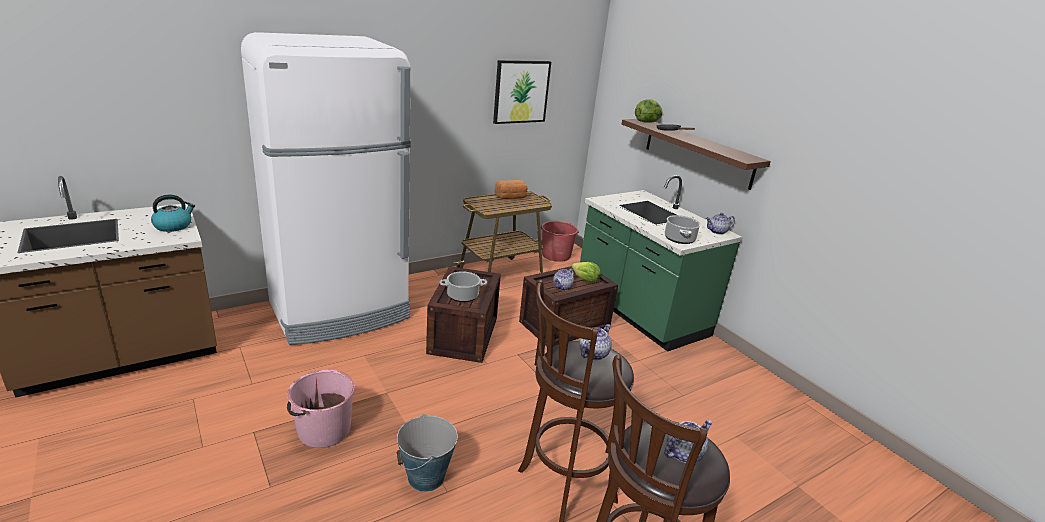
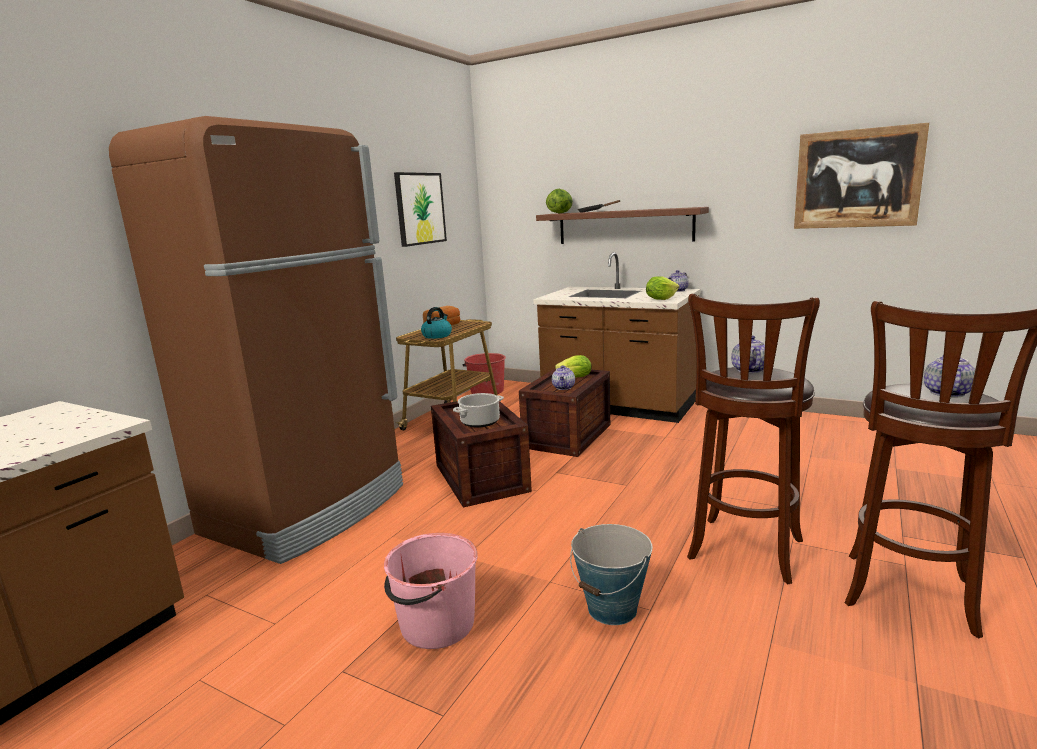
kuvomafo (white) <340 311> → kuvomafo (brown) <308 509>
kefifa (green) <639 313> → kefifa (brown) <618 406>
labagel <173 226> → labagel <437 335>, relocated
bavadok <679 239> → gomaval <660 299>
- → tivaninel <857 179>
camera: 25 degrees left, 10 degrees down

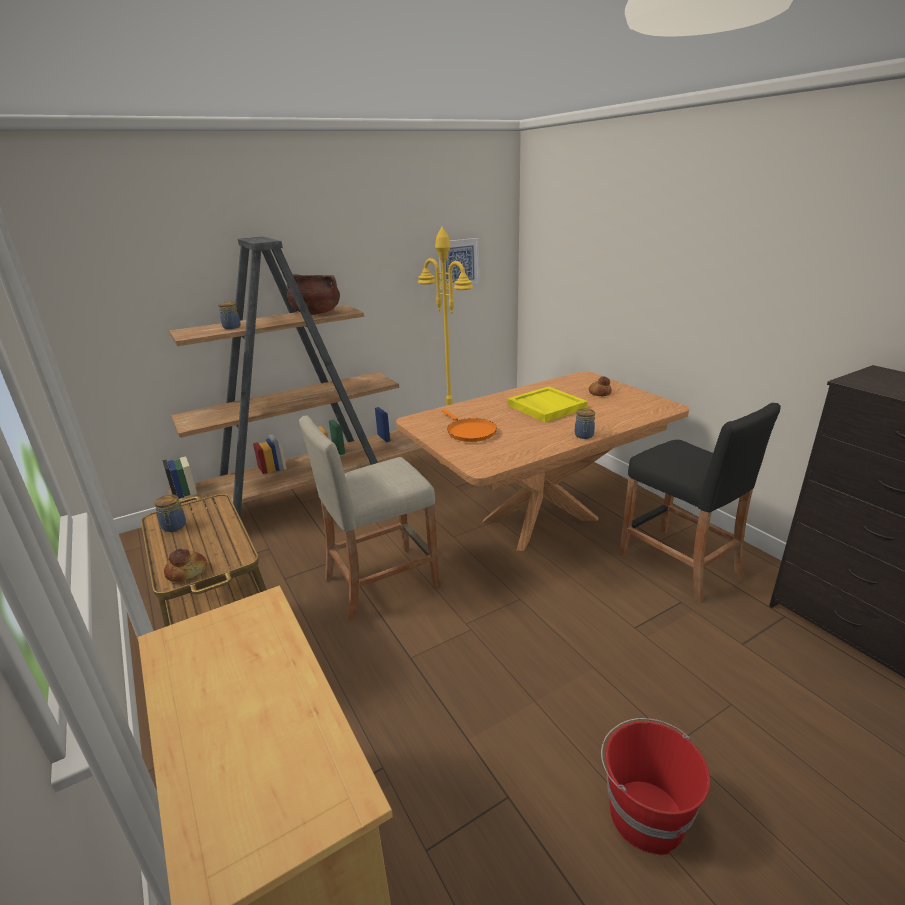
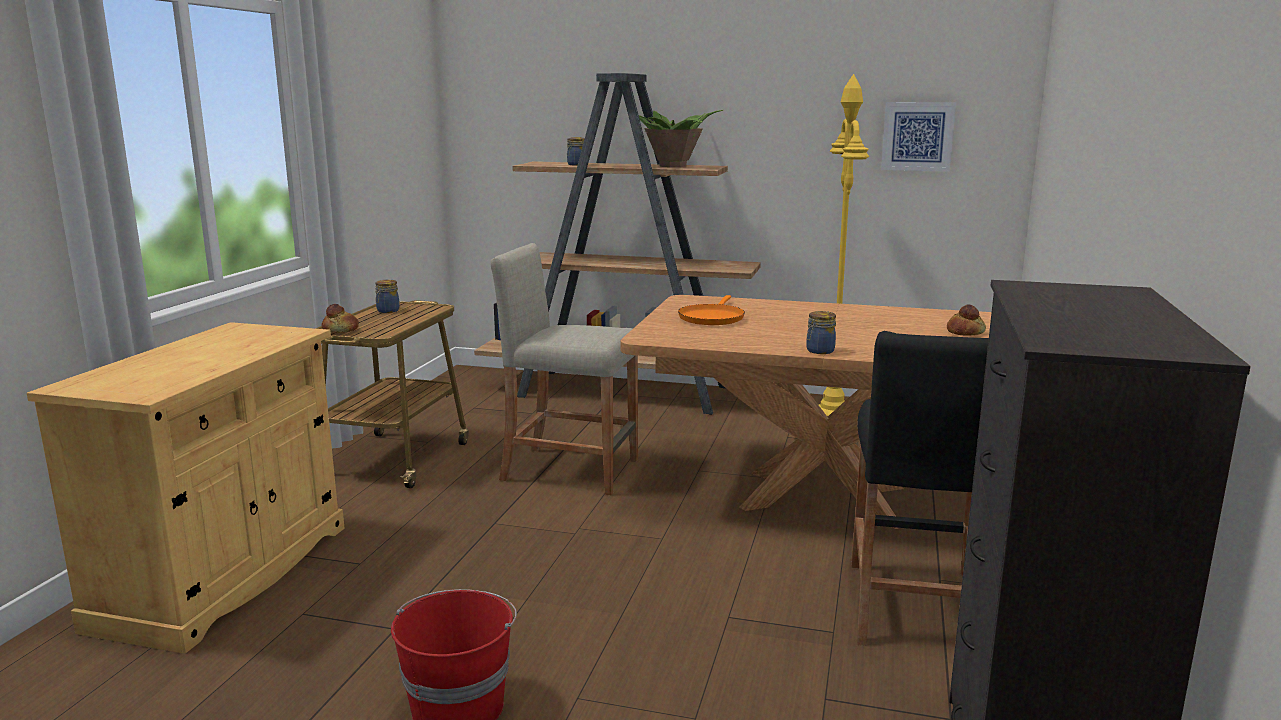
bavadok (brown) <315 313> → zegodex <673 166>
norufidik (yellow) <545 407> → -
camera: 45 degrees right, 10 degrees down

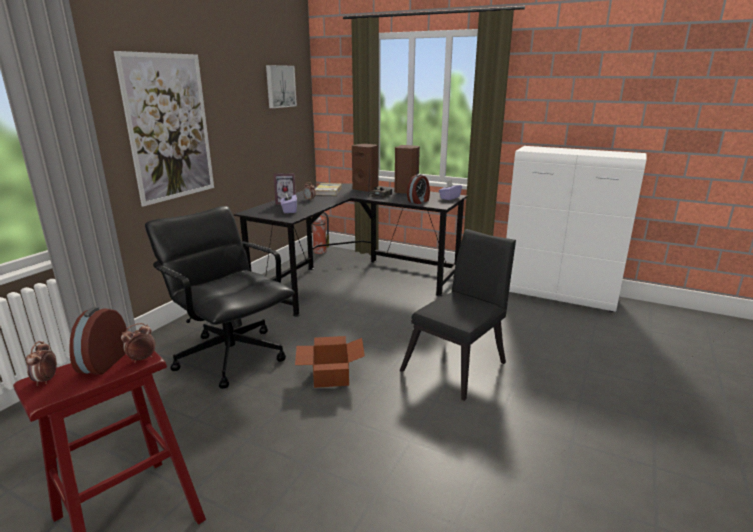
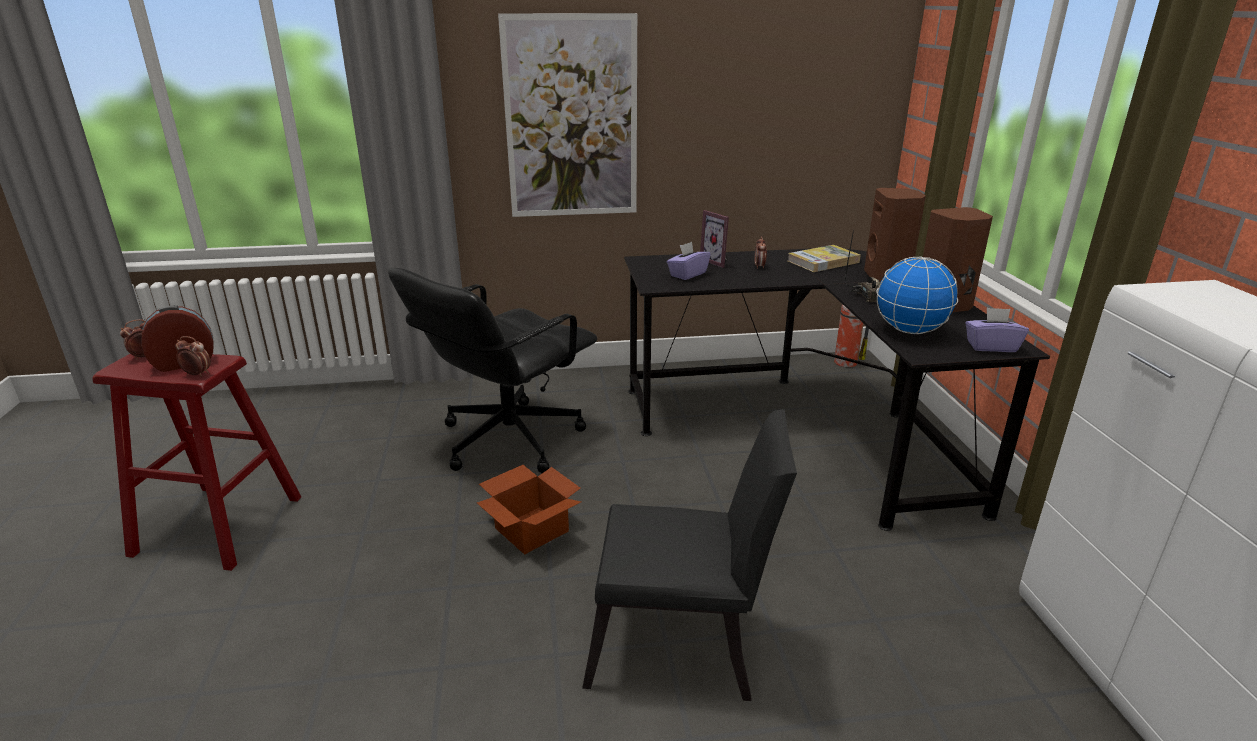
tivaninel <280 86> → -
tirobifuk <419 201> → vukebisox <910 330>
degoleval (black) <231 355> → degoleval (black) <508 439>, 150 degrees counterclockwise
camera: 55 degrees right, 5 degrees up

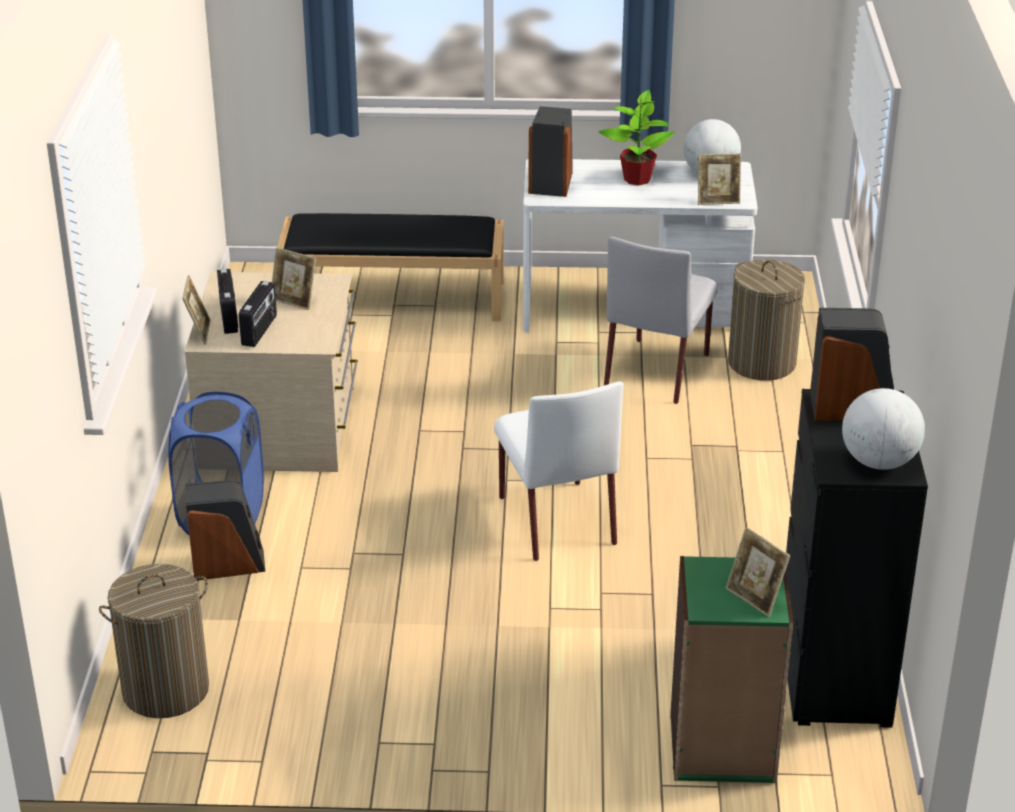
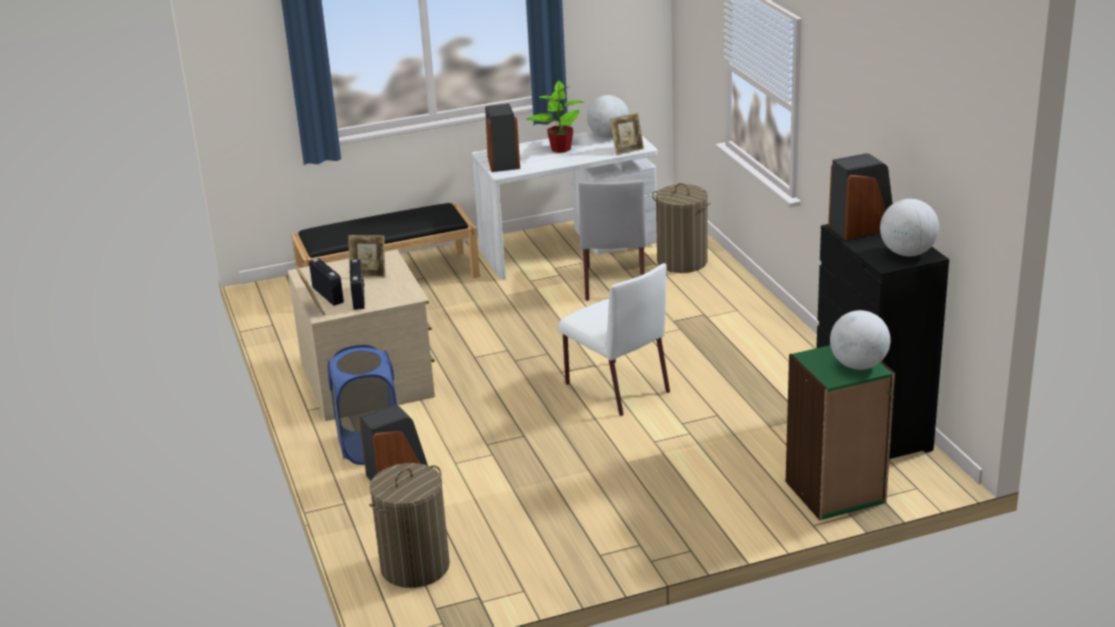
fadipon <755 598> → vukebisox <858 365>
camera: 20 degrees left, 5 degrees down

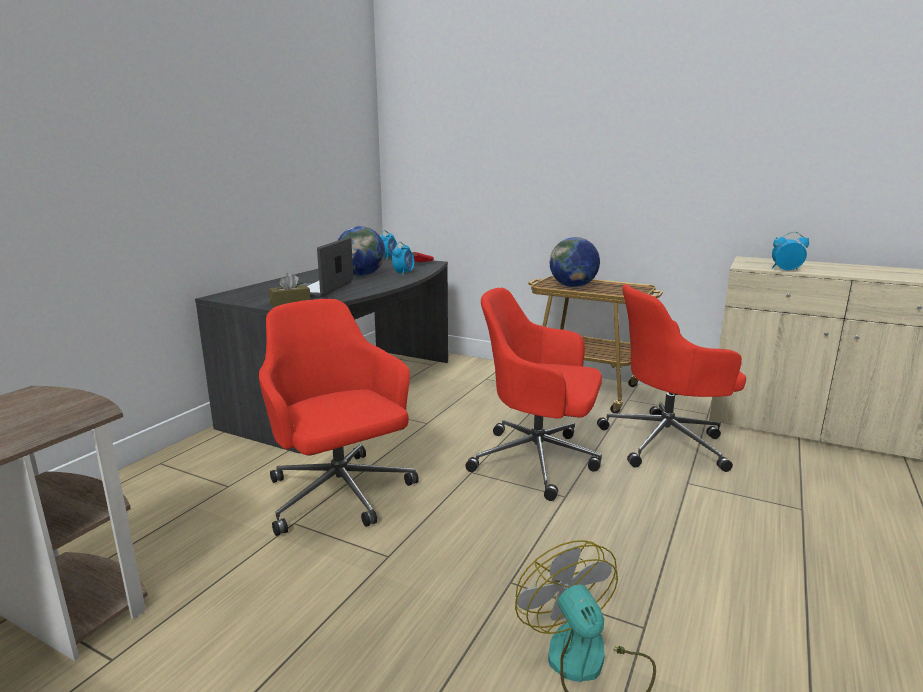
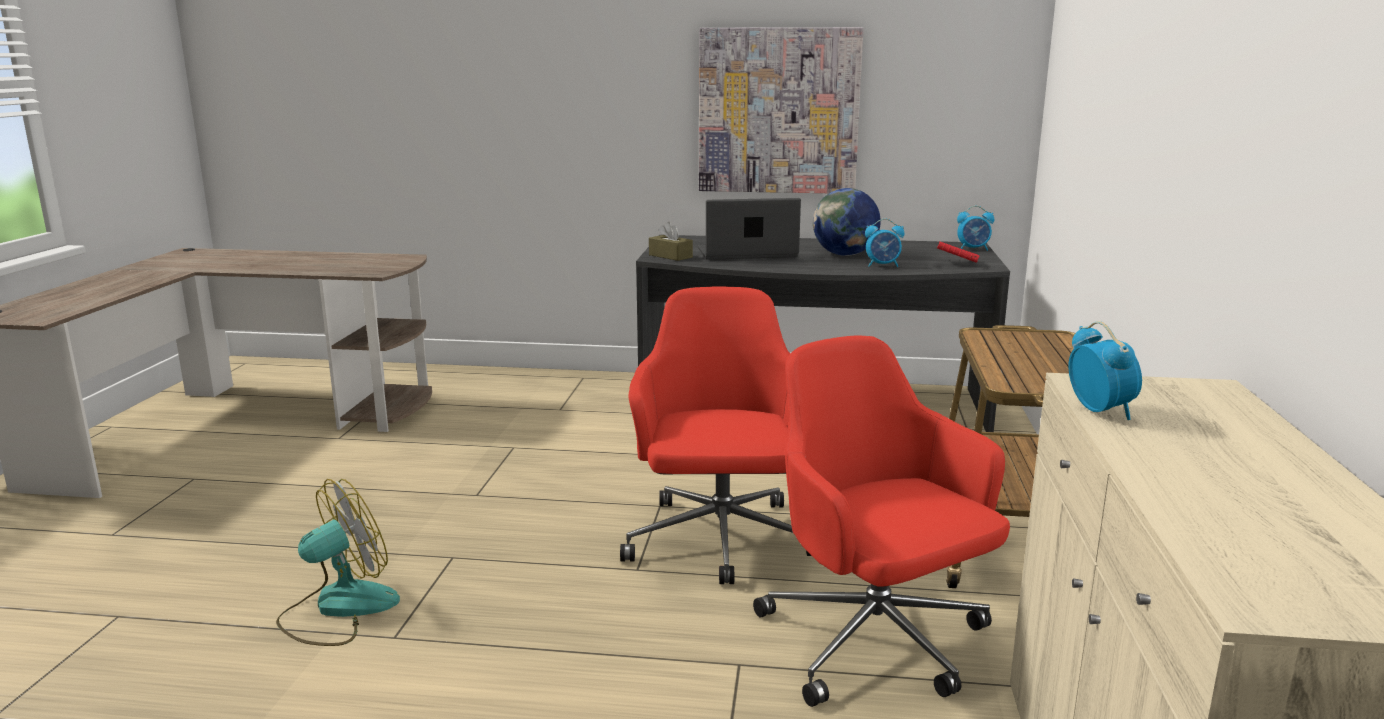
vukebisox <573 286> → -
degoleval (red) <340 495> → -
- → tivaninel <778 111>
camera: 70 degrees right, 0 degrees up

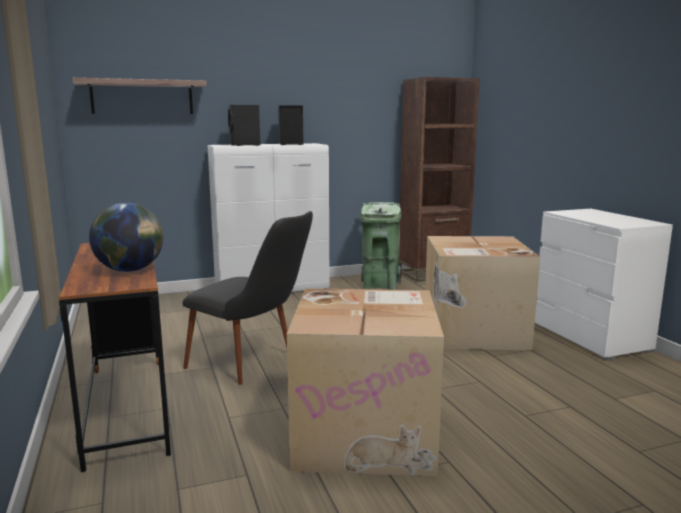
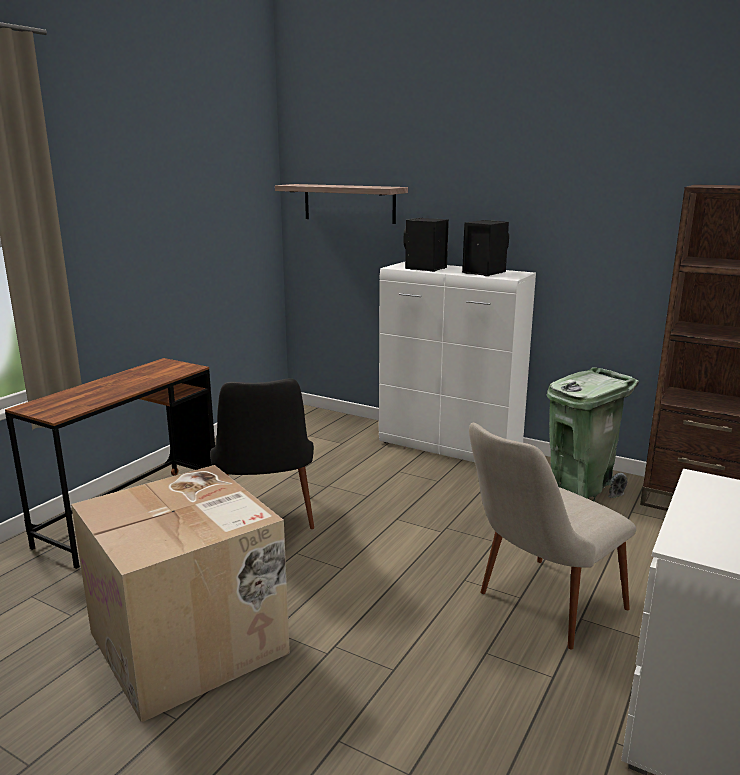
vukebisox <130 270> → -
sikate <472 332> → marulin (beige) <537 610>
camera: 50 degrees right, 5 degrees up

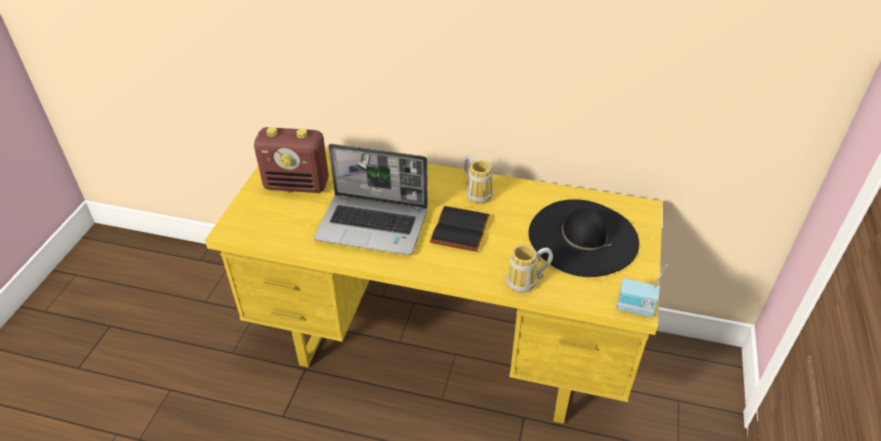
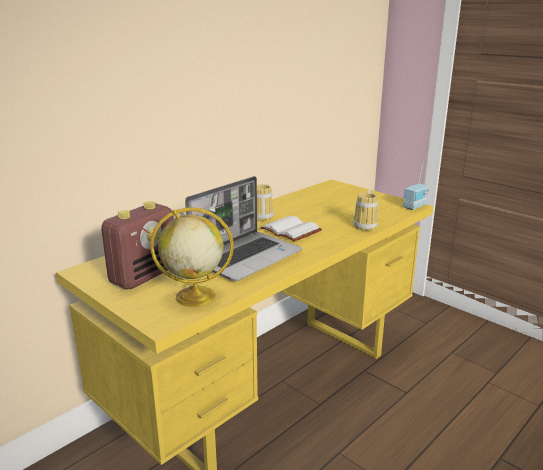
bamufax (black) <583 237> → -
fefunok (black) <461 230> → fefunok (white) <292 230>
- → vukebisox <194 297>
camera: 60 degrees left, 20 degrees down

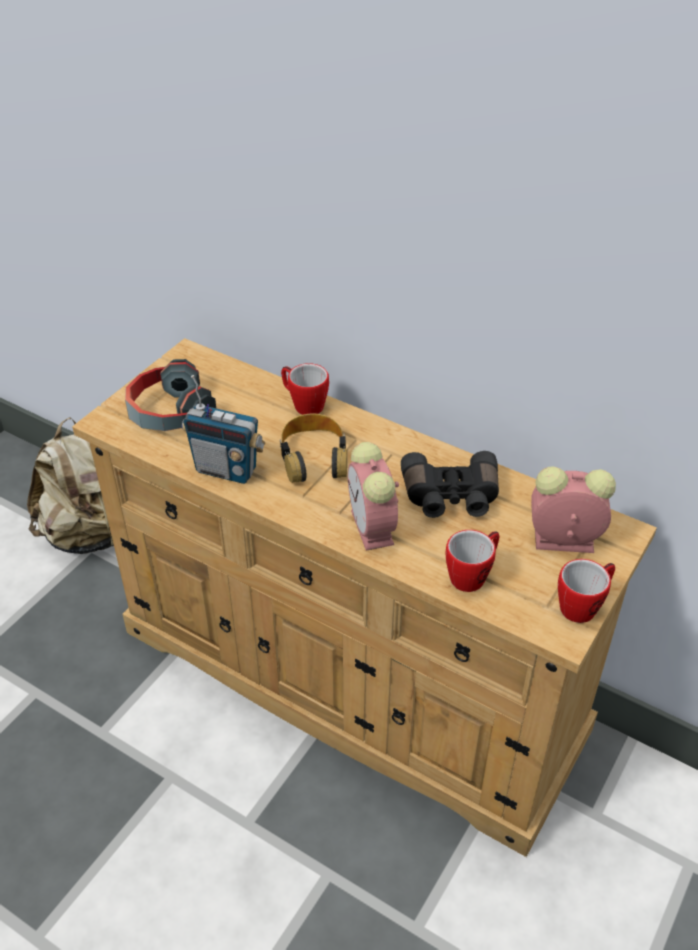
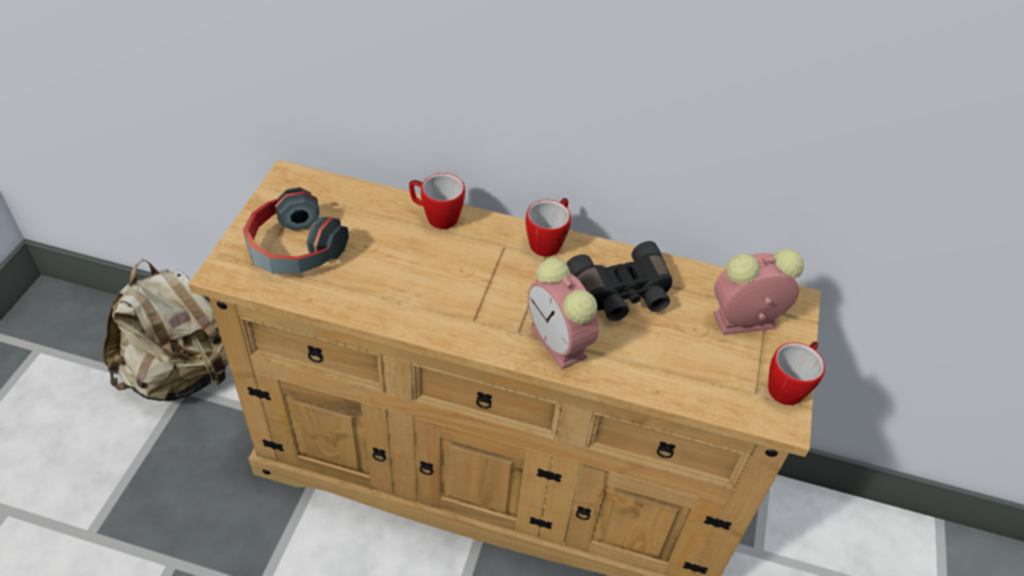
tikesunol <226 470> → -
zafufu <314 457> → -
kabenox <472 575> → kabenox <548 241>, relocated
camera: 20 degrees left, 5 degrees up

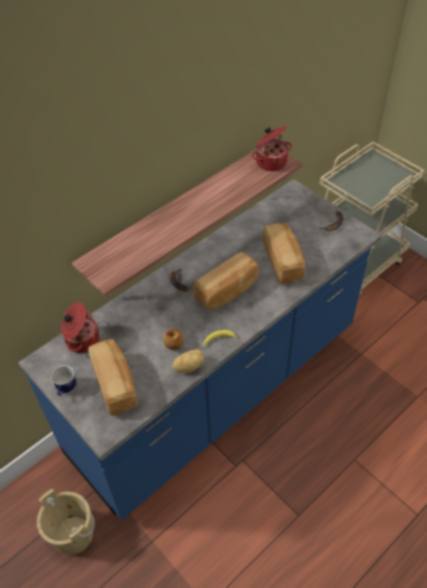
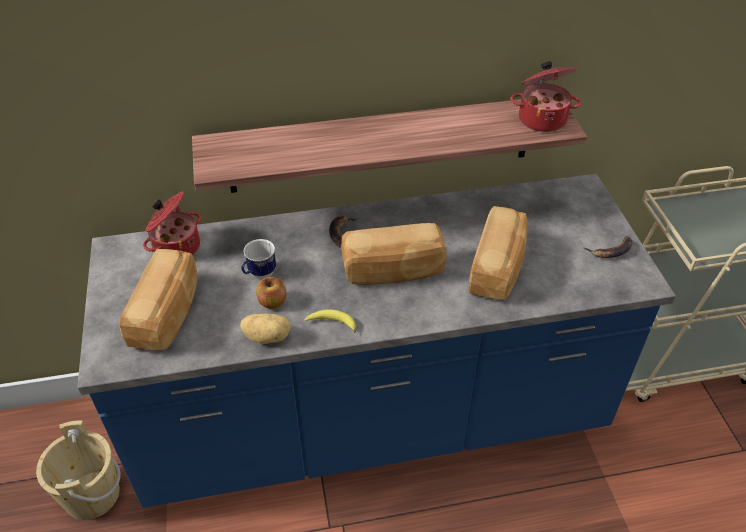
kabenox <66 390> → kabenox <259 274>, relocated
camera: 30 degrees right, 5 degrees down

